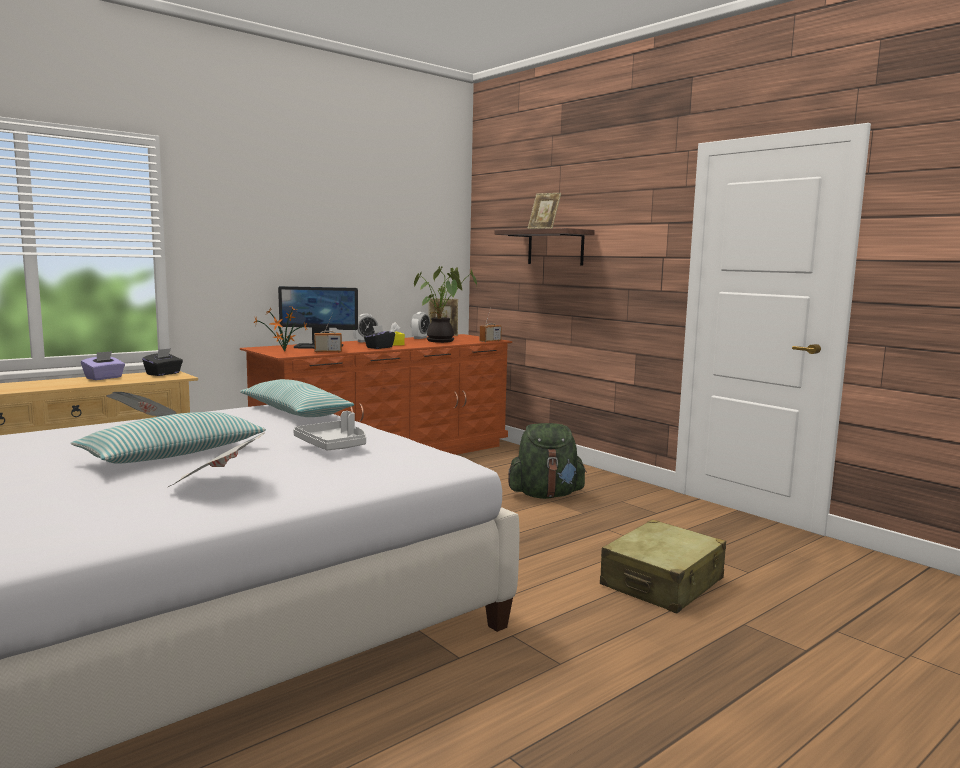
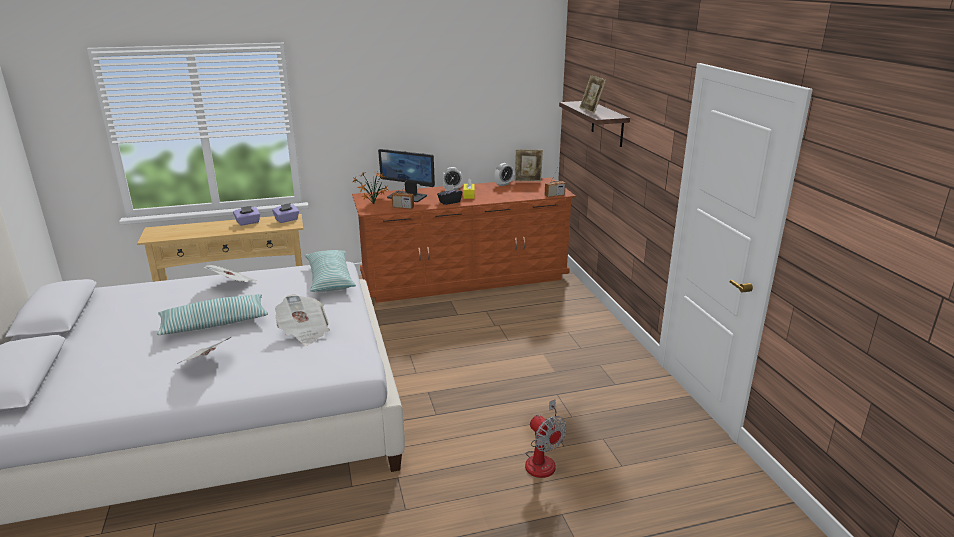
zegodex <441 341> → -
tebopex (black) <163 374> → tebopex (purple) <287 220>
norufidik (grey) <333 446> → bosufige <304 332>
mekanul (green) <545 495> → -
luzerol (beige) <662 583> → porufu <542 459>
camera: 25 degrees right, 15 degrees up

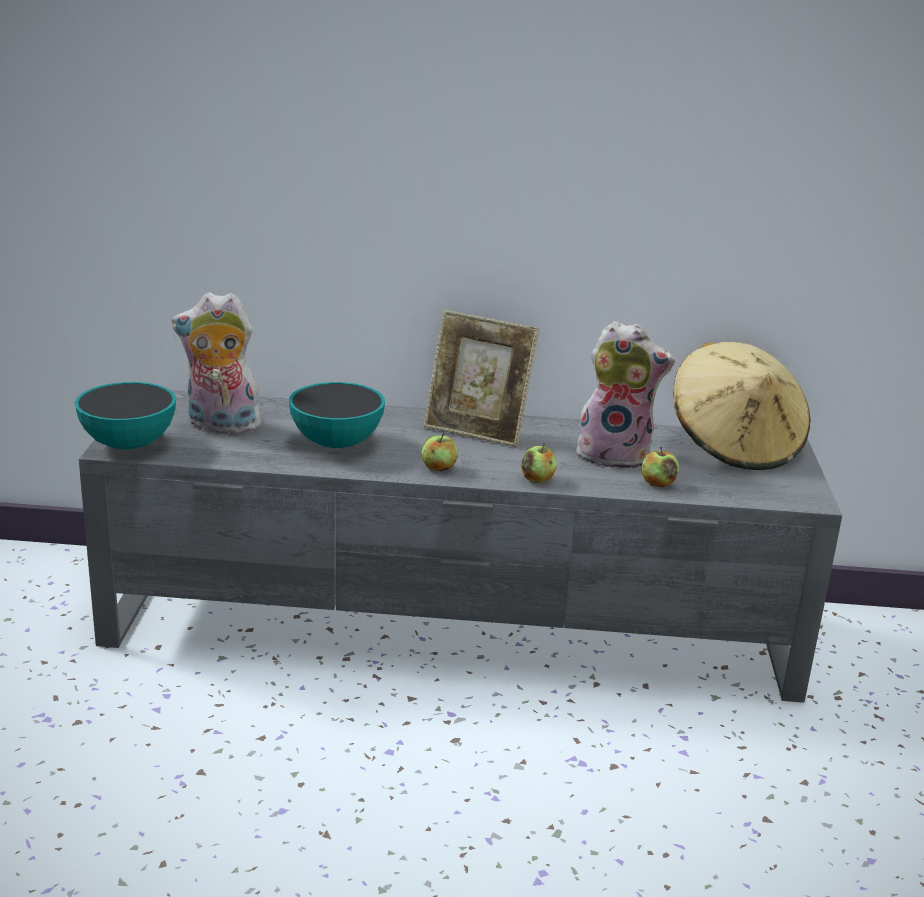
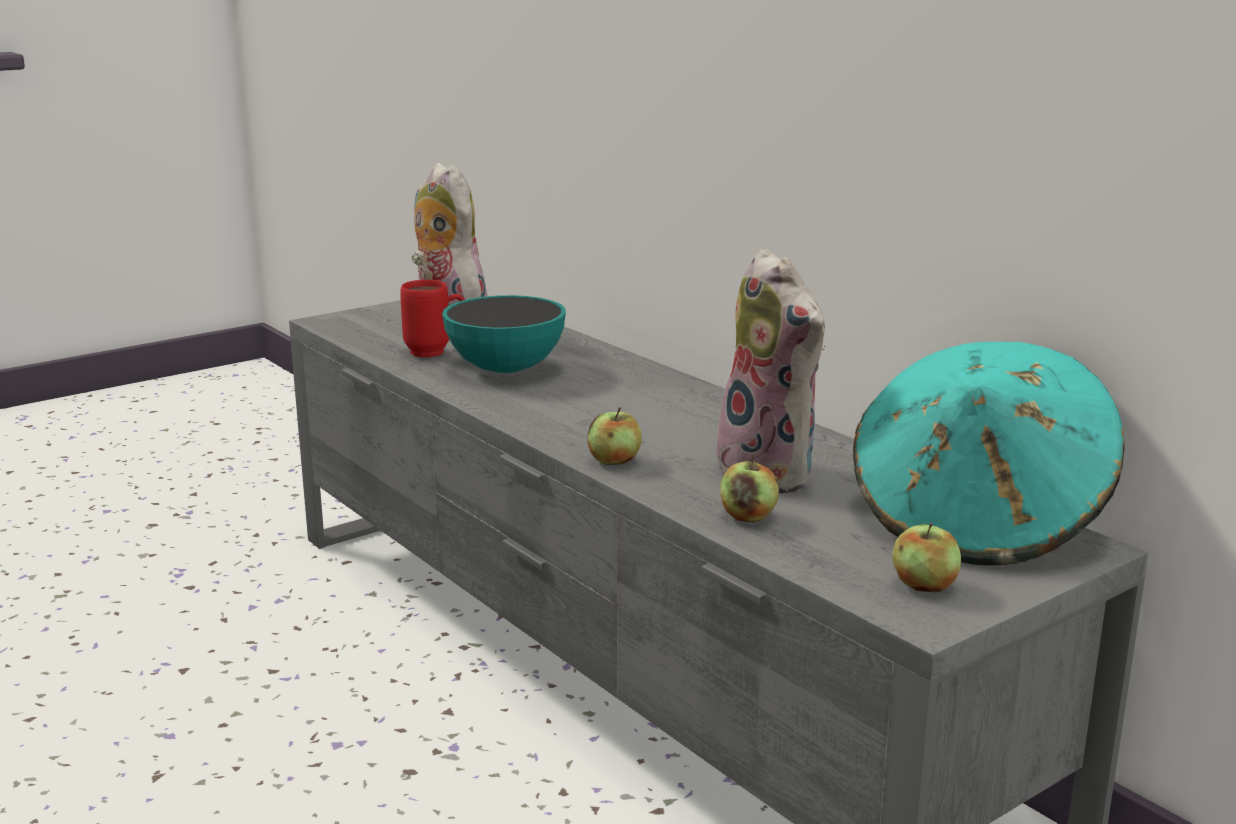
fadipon <477 431> → -
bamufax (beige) <735 446> → bamufax (turquoise) <979 522>
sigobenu <129 444> → -
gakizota <438 468> → gakizota <923 585>, relocated
- → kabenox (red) <437 352>
camera: 50 degrees right, 5 degrees down

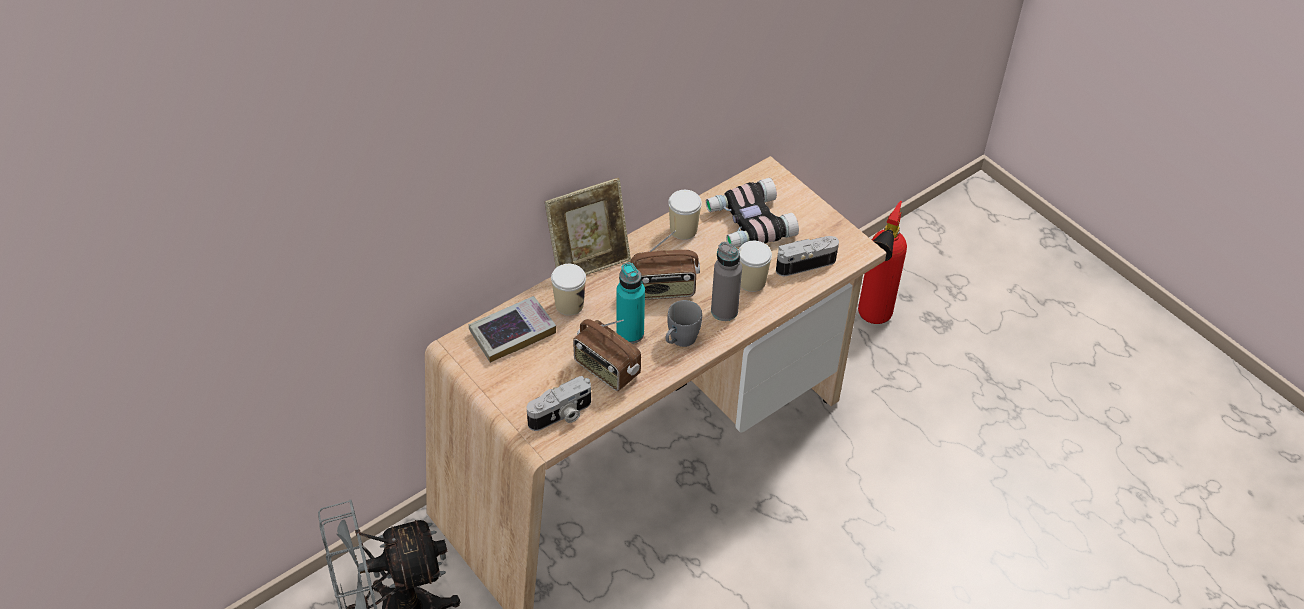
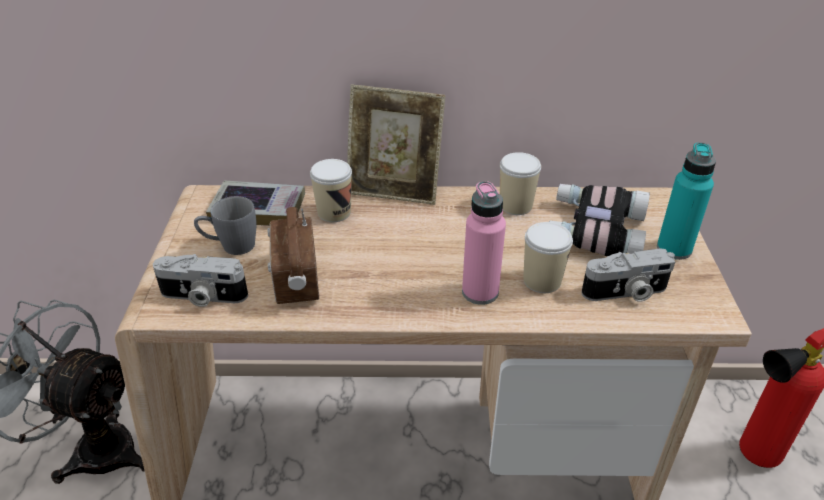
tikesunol <663 289> → -
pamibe <804 262> → pamibe <626 293>, 150 degrees clockwise
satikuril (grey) <724 311> → satikuril (pink) <480 292>
satikuril (turquoise) <630 333> → satikuril (turquoise) <674 249>, relocated
kabenox (grey) <679 341> → kabenox (grey) <230 246>, relocated
camera: 40 degrees right, 10 degrees down

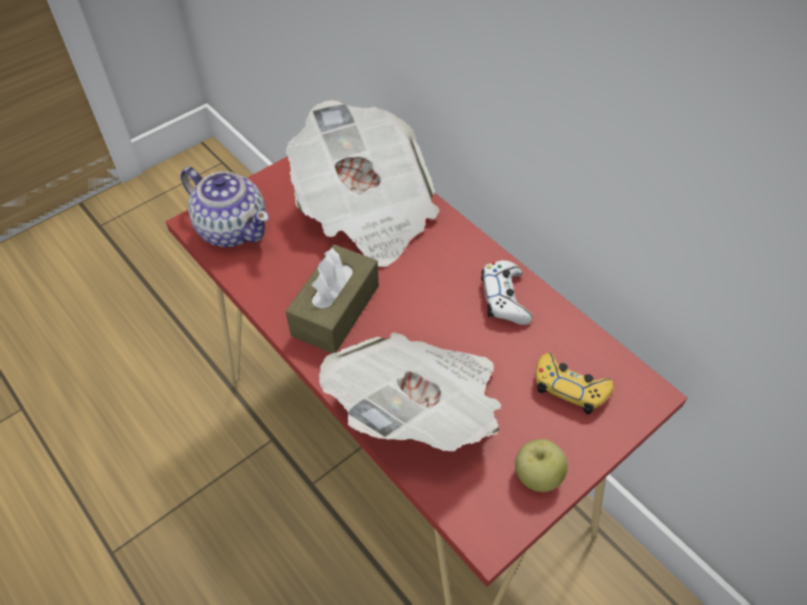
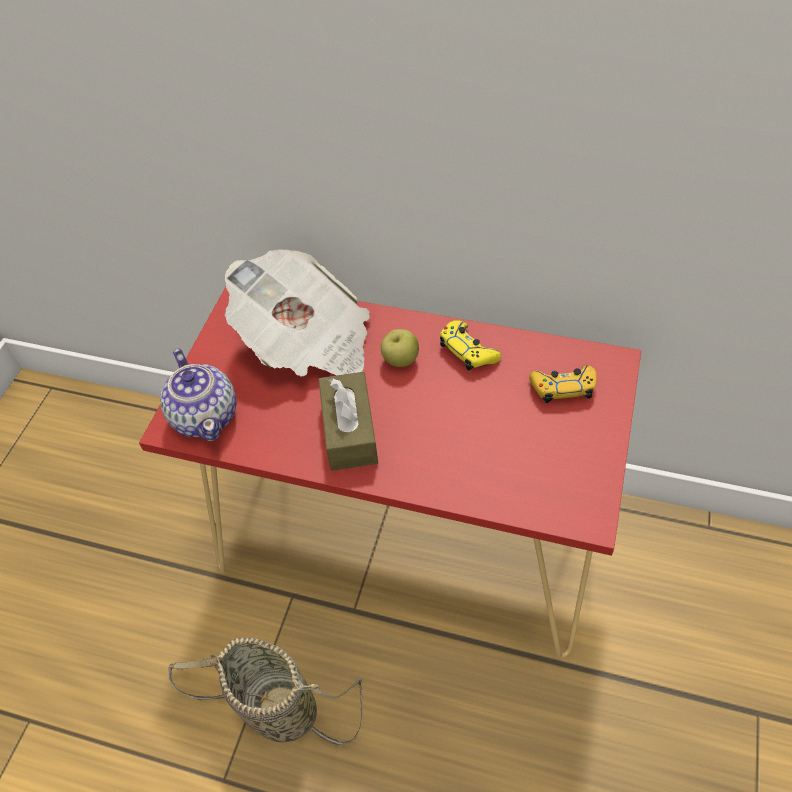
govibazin <232 228> → govibazin <205 415>, 60 degrees clockwise
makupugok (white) <504 298> → makupugok (yellow) <468 350>
bosufige <420 409> → -
gakizota <537 476> → gakizota <400 360>, relocated
- → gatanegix <275 708>
camera: 30 degrees left, 0 degrees up

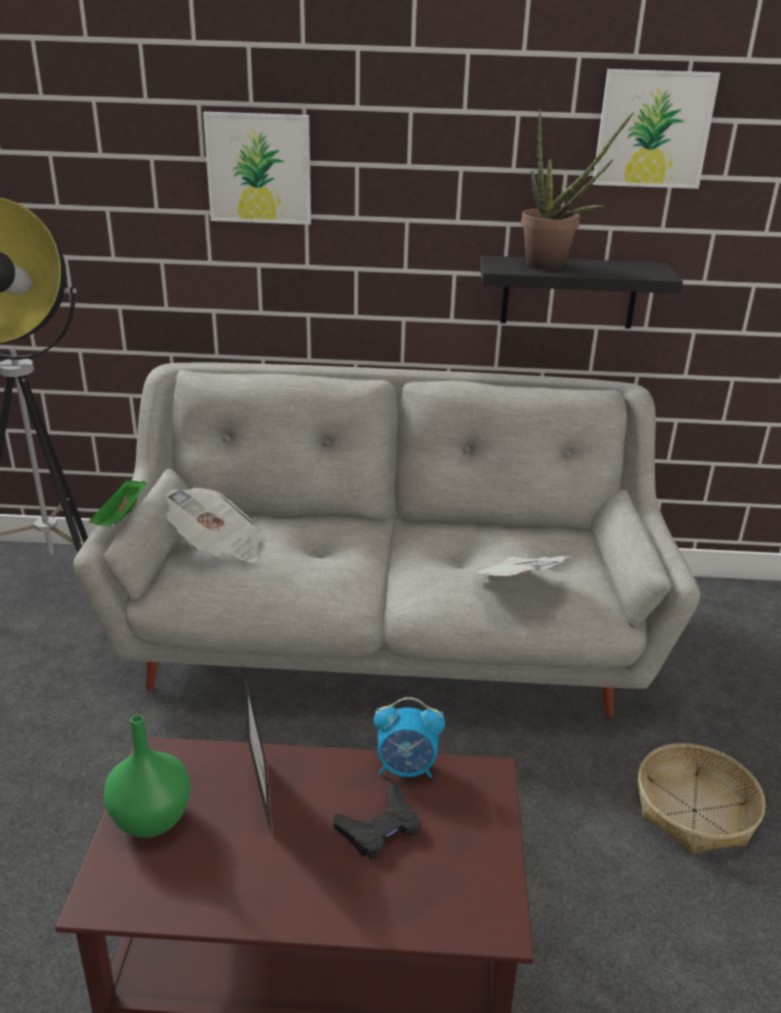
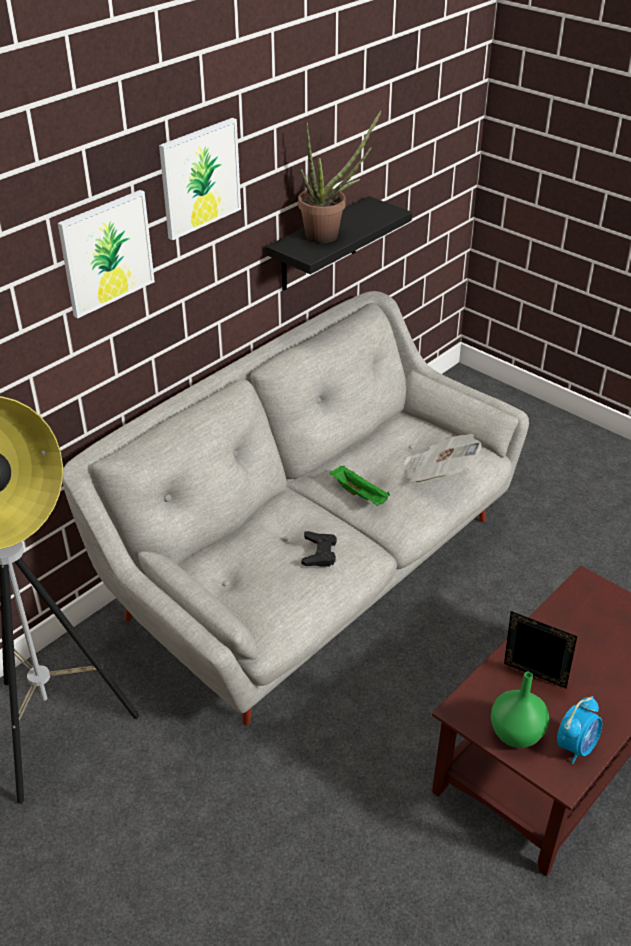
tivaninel <653 129> → tivaninel <200 178>, relocated
norufidik (green) <122 516> → norufidik (green) <360 495>, relocated
bosufige <218 547> → -
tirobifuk <406 768> → tirobifuk <576 746>, relocated
gatanegix <695 810> → -
makupugok (black) <379 828> → makupugok (black) <319 553>, relocated
camera: 50 degrees left, 10 degrees up

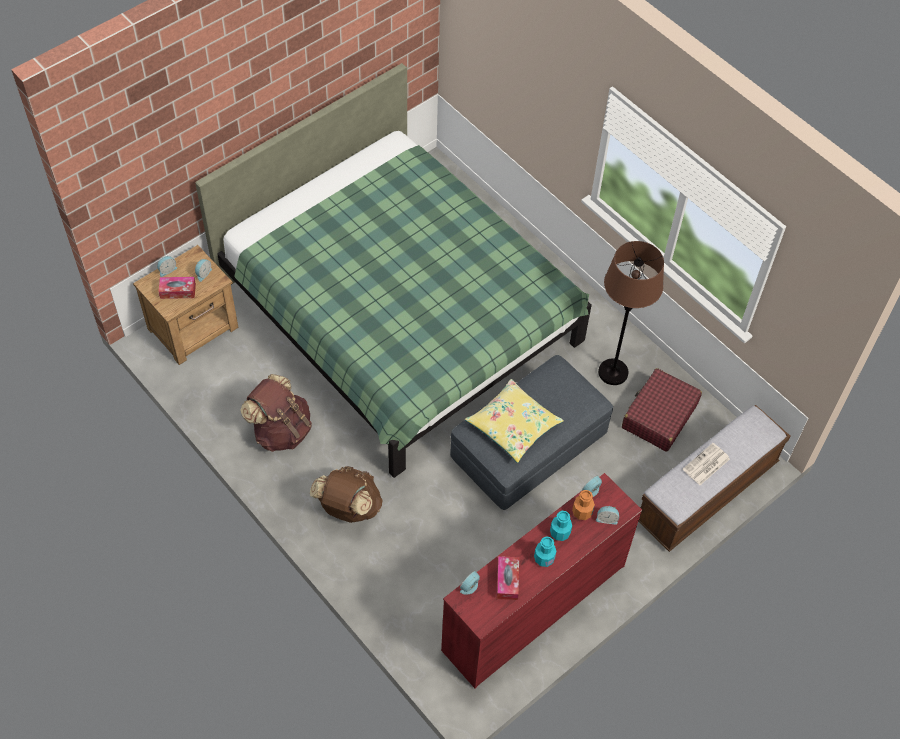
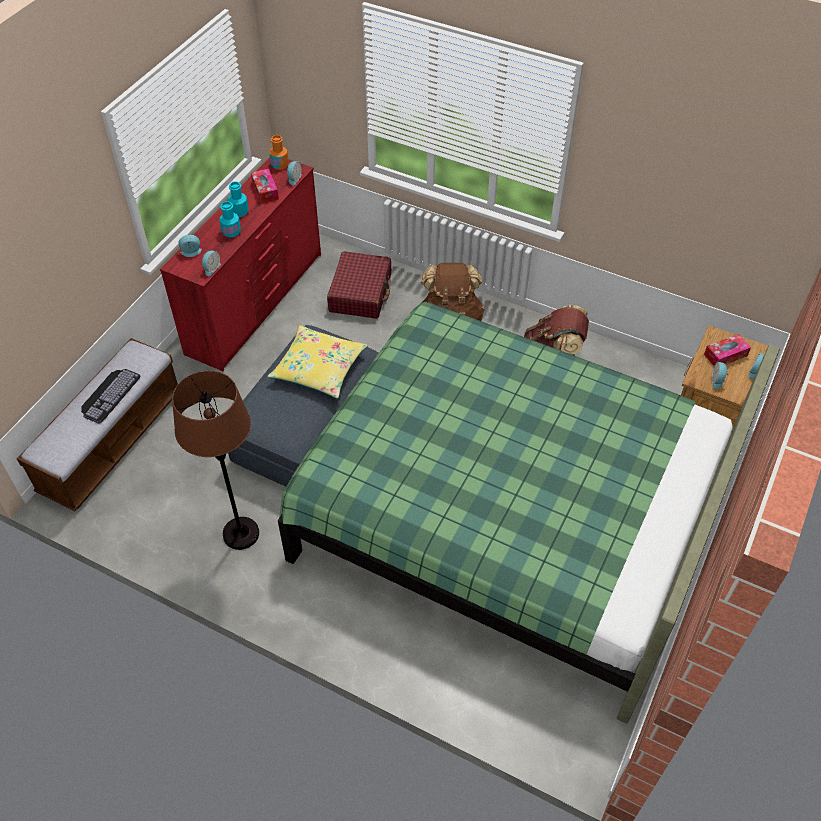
luzerol (red) <659 416> → luzerol (red) <360 293>, relocated
bosufige <706 465> → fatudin <109 394>
satikuril (orange) <582 512> → satikuril (orange) <280 165>, relocated
camera: 160 degrees right, 5 degrees down

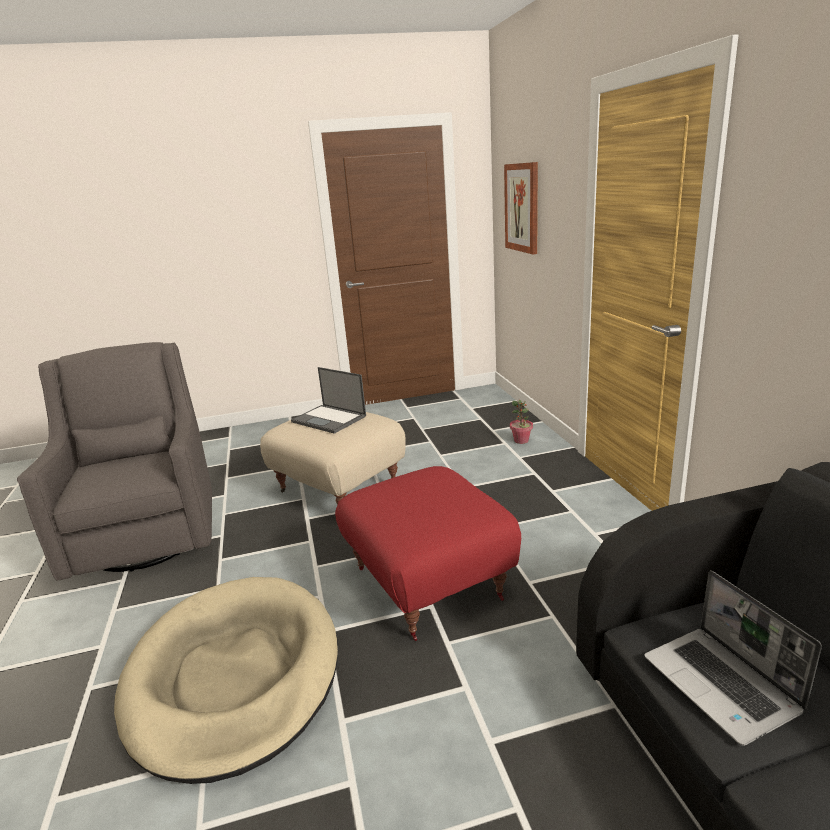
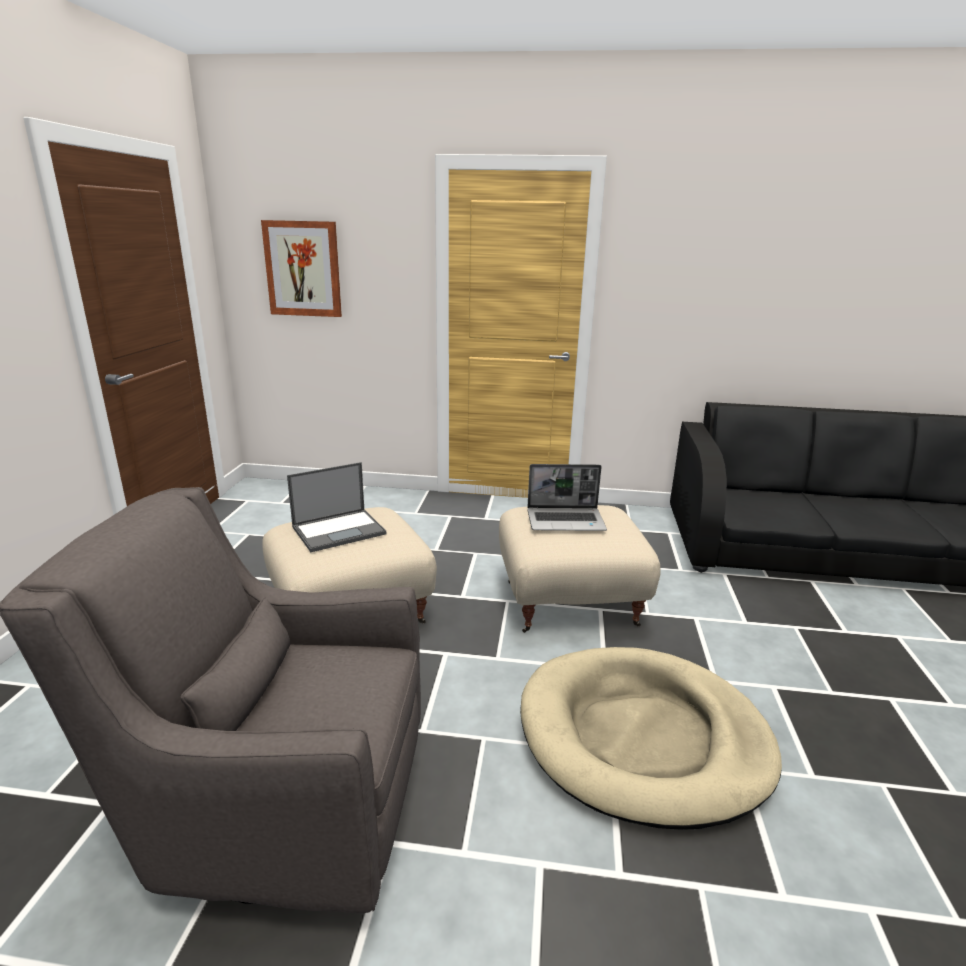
zegodex <521 441> → -
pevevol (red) <428 584> → pevevol (beige) <570 603>
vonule <722 685> → vonule <566 521>, relocated
camera: 70 degrees left, 0 degrees up

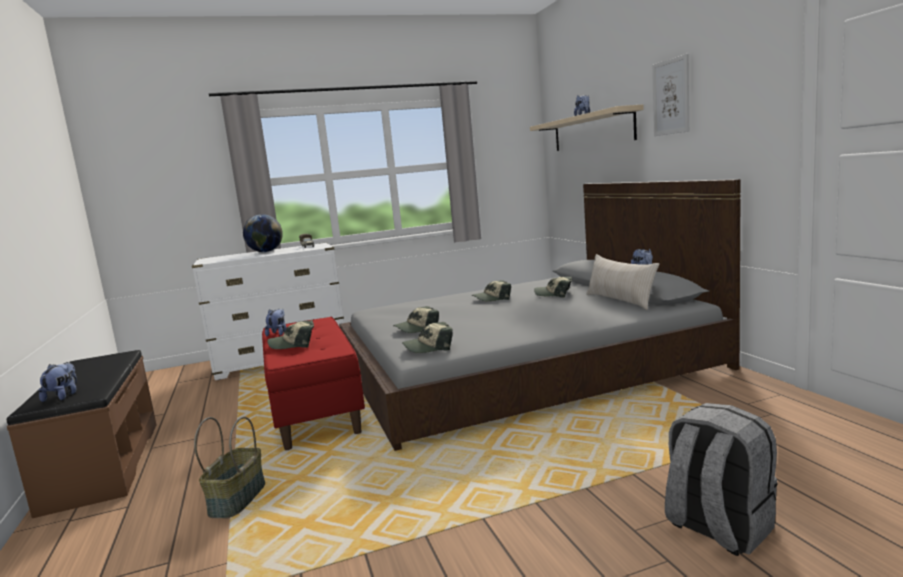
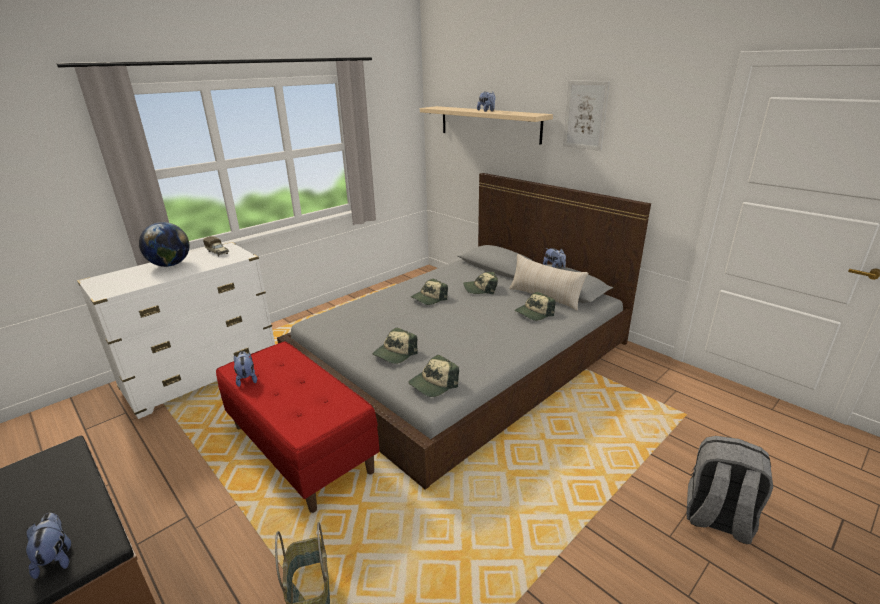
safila <293 344> → safila <534 313>, relocated
camera: 25 degrees left, 15 degrees up

